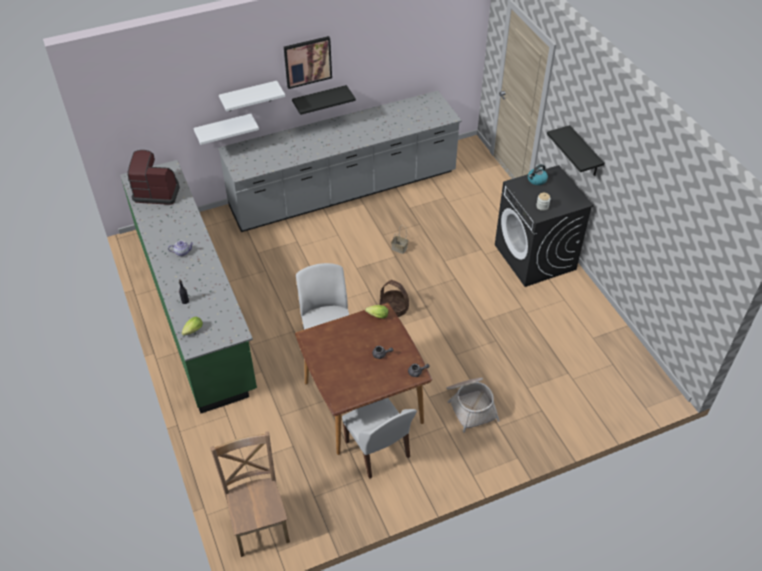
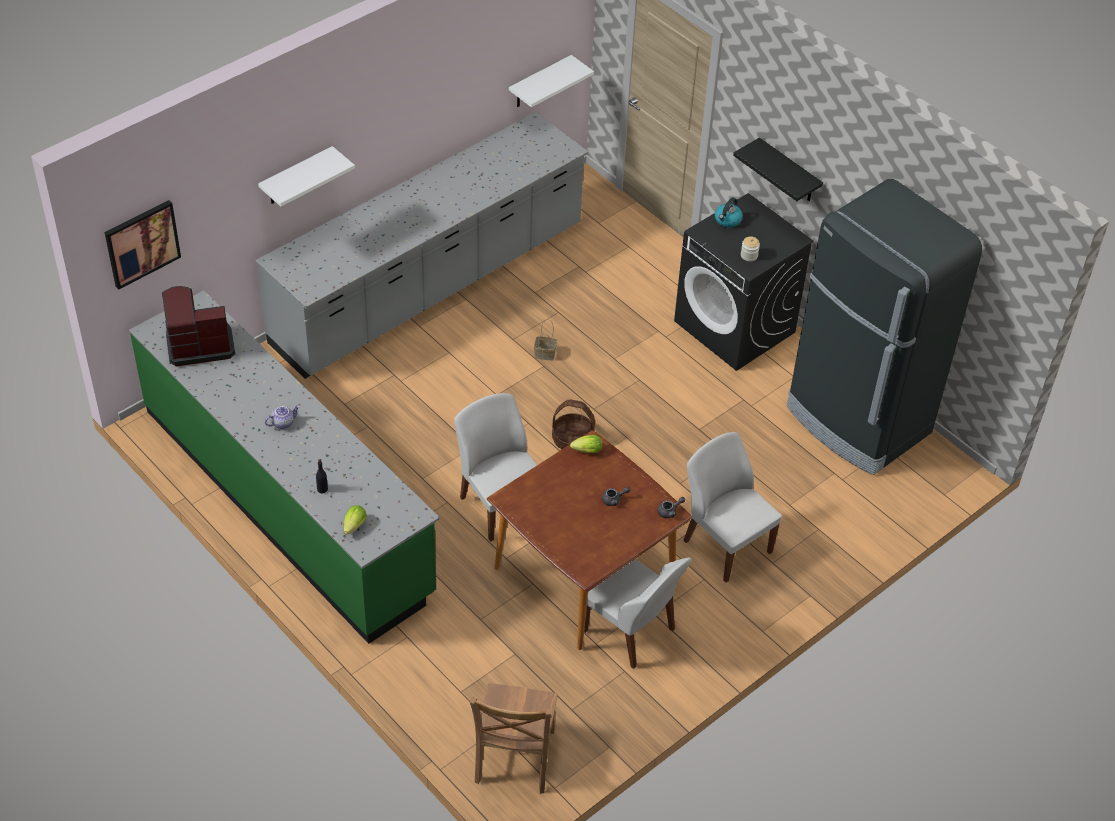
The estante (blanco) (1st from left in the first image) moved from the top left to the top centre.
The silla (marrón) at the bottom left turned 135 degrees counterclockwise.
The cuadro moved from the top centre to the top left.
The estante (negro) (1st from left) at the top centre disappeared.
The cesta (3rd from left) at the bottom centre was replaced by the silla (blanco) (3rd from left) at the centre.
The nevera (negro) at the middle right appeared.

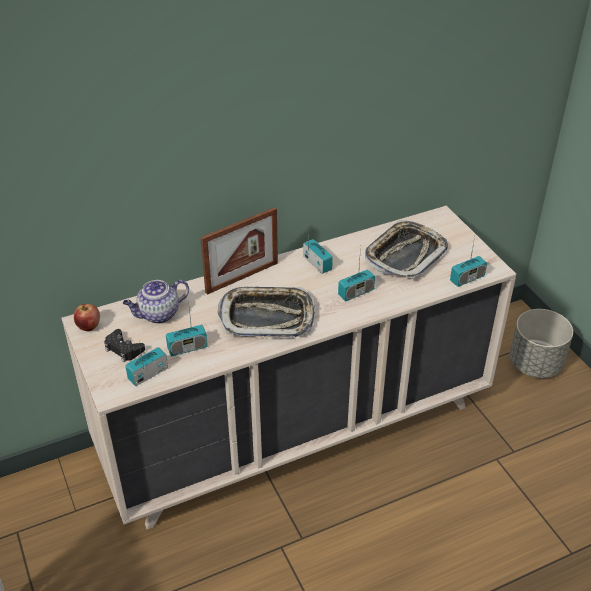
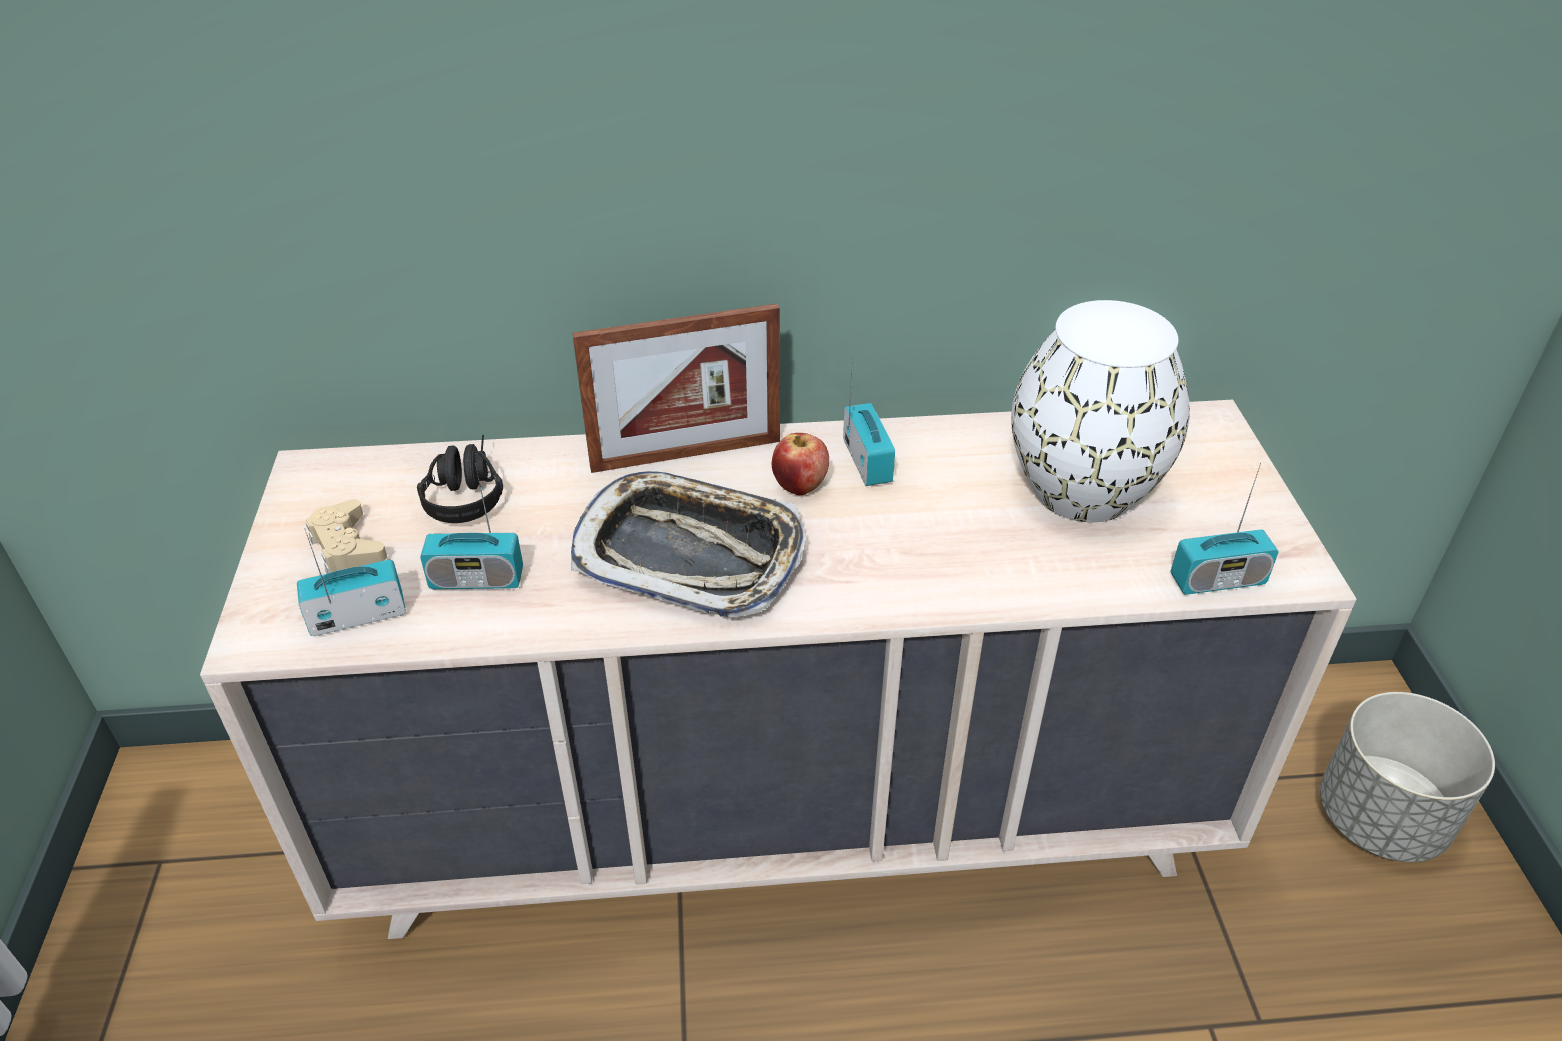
The manzana moved from the middle left to the centre.
The mando de consola (negro) at the middle left became the mando de consola (beis) at the middle left.
The tetera at the middle left was replaced by the auriculares (negro) at the middle left.
The radio (4th from left) at the centre disappeared.
The bandeja (2nd from left) at the middle right was replaced by the florero (blanco) at the middle right.

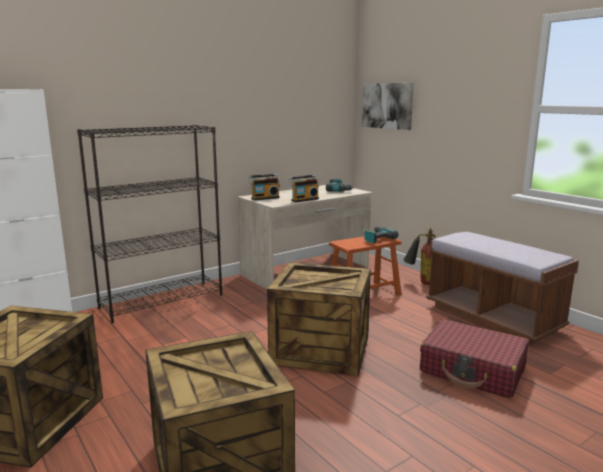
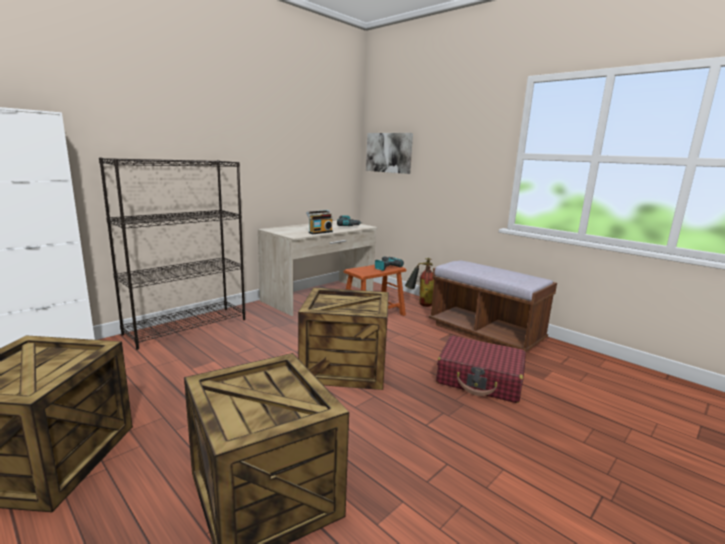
The radio (1st from left) at the centre disappeared.

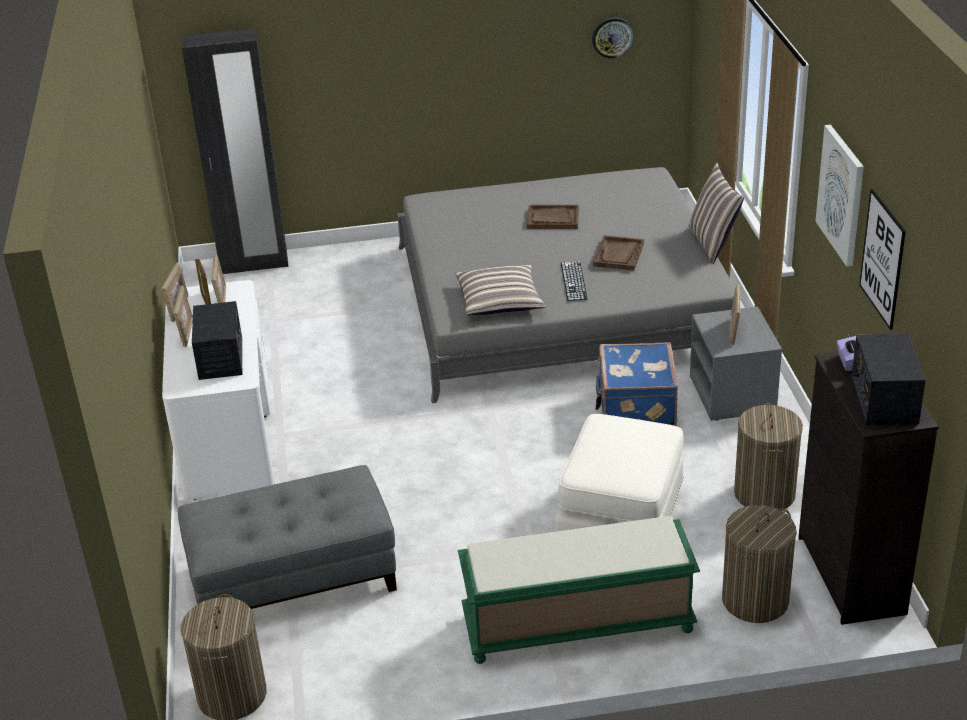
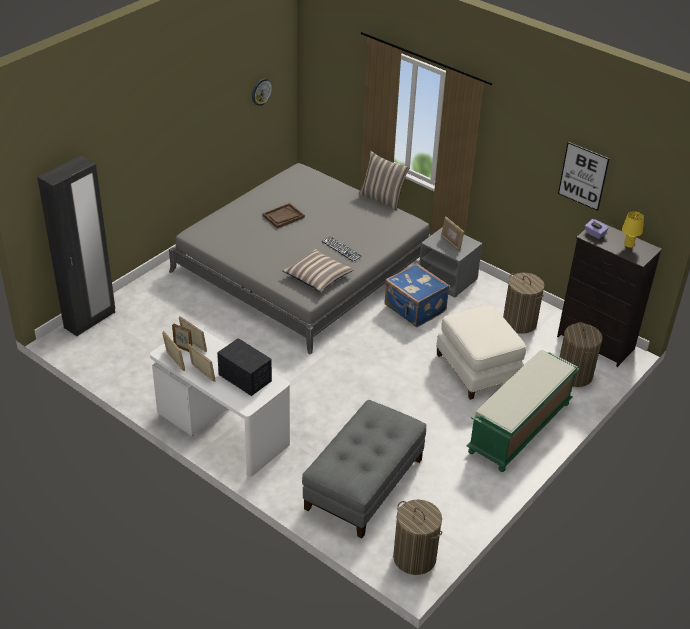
The bandeja (marrón) (2nd from left) at the centre disappeared.
The cuadro (1st from left) at the top right disappeared.
The radio (2nd from left) at the middle right was replaced by the lámpara de mesa (amarillo) at the middle right.

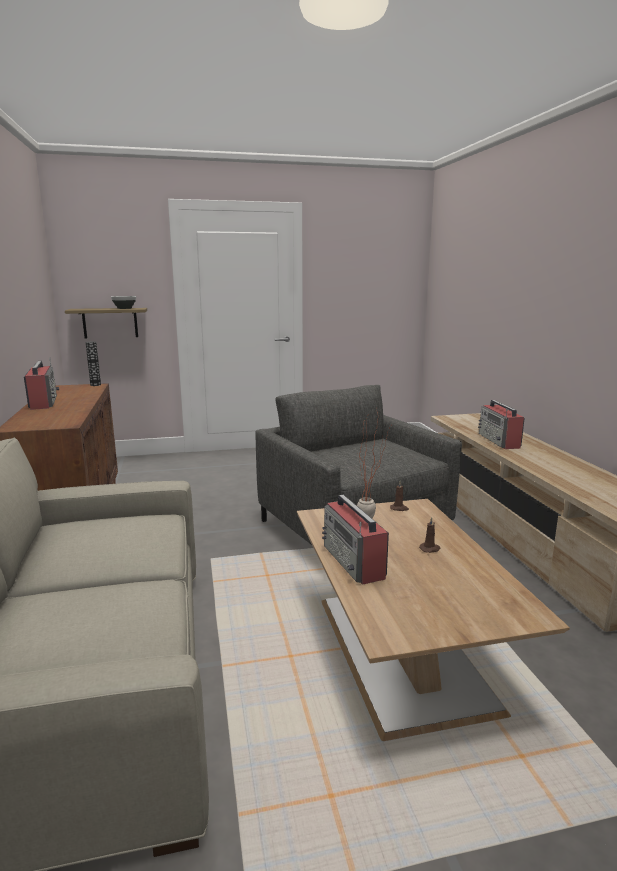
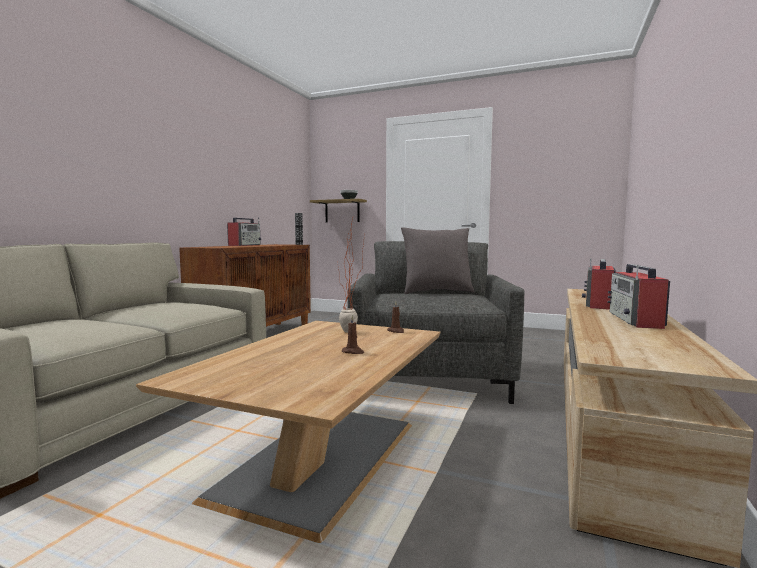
The radio (2nd from left in the first image) moved from the centre to the middle right.
The cojín (gris) at the centre appeared.

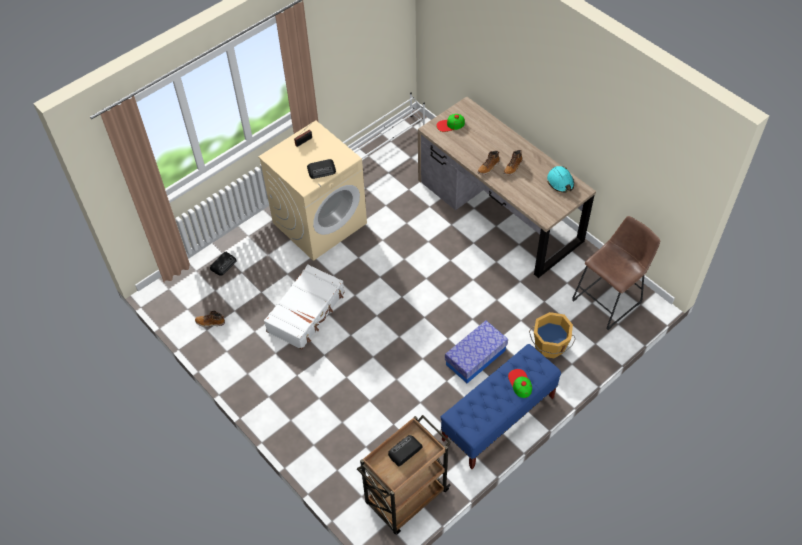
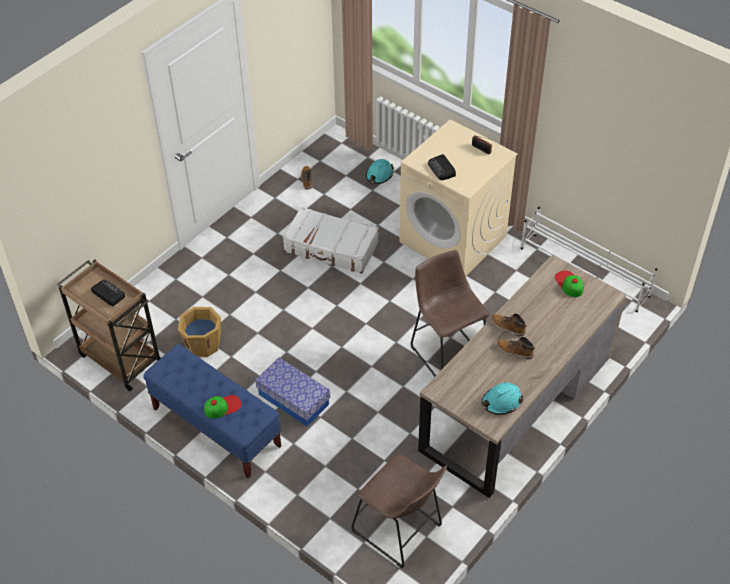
The radio (1st from left) at the middle left was replaced by the casco (turquesa) (1st from left) at the top centre.
The cubo (naranja) moved from the middle right to the middle left.
The taburete (marrón) (2nd from left) at the centre appeared.

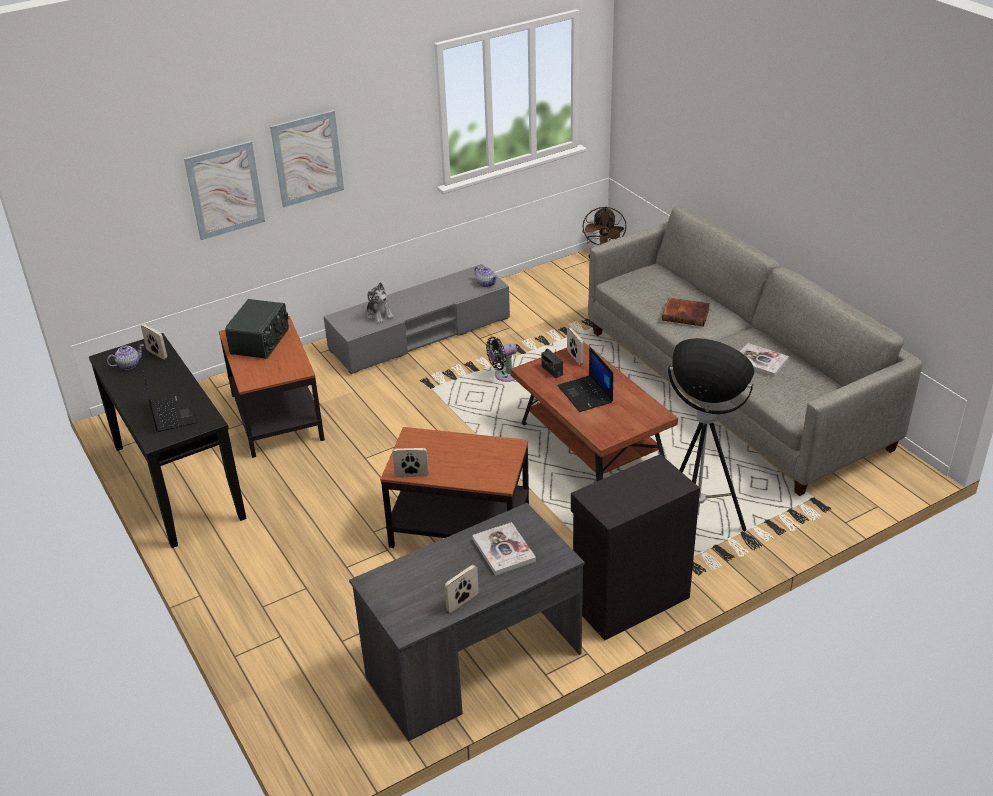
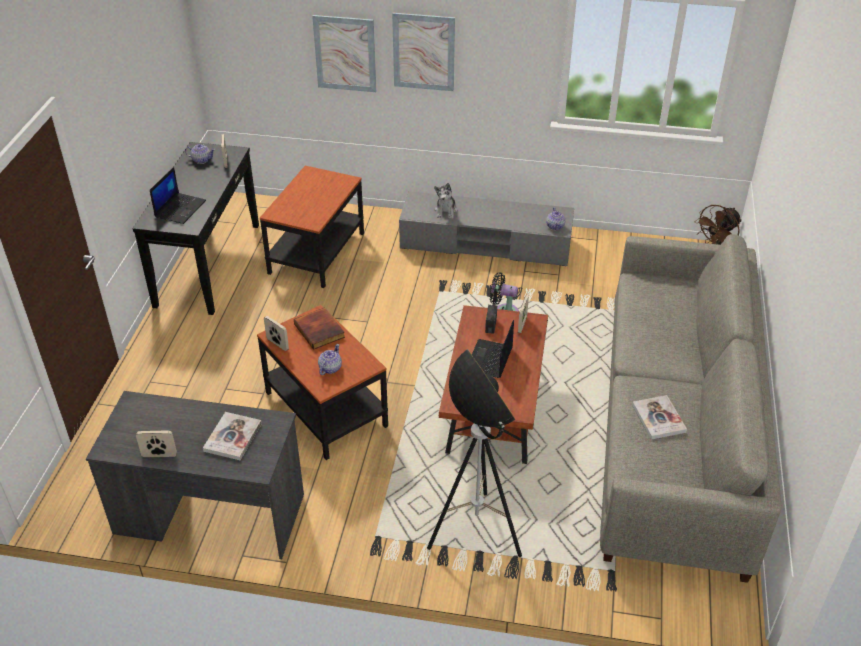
The radio (1st from left) at the middle left disappeared.
The armario (negro) at the bottom centre disappeared.
The libro (2nd from left) moved from the middle right to the centre.
The tetera (2nd from left) at the centre appeared.

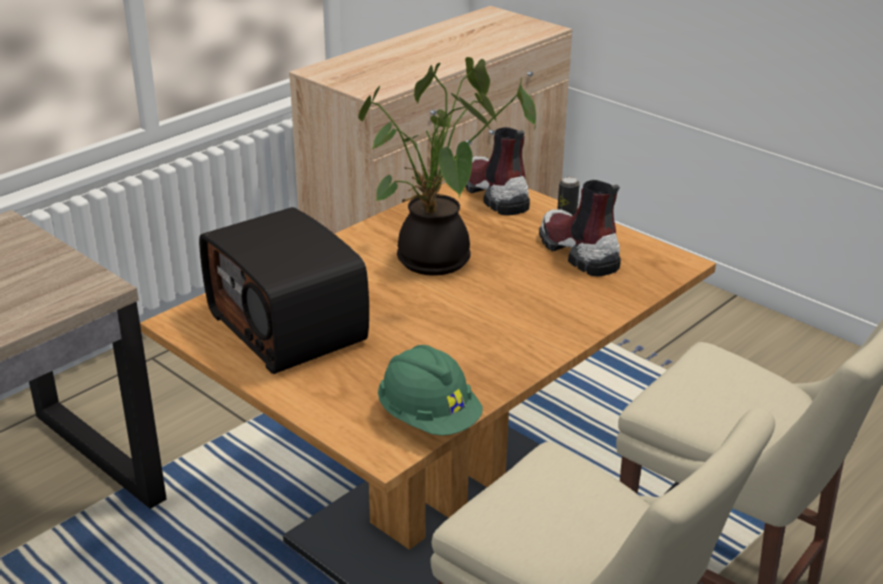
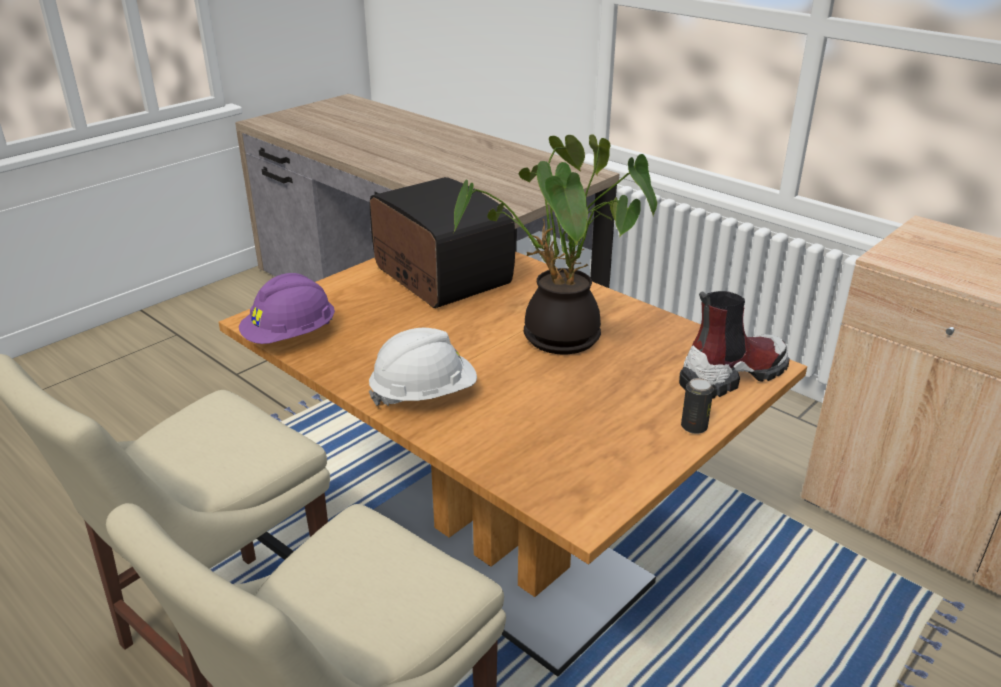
The radio at the middle left turned 90 degrees clockwise.
The casco (verde) at the bottom centre became the casco (morado) at the middle left.
The bota (2nd from left) at the centre disappeared.
The casco (blanco) at the centre appeared.

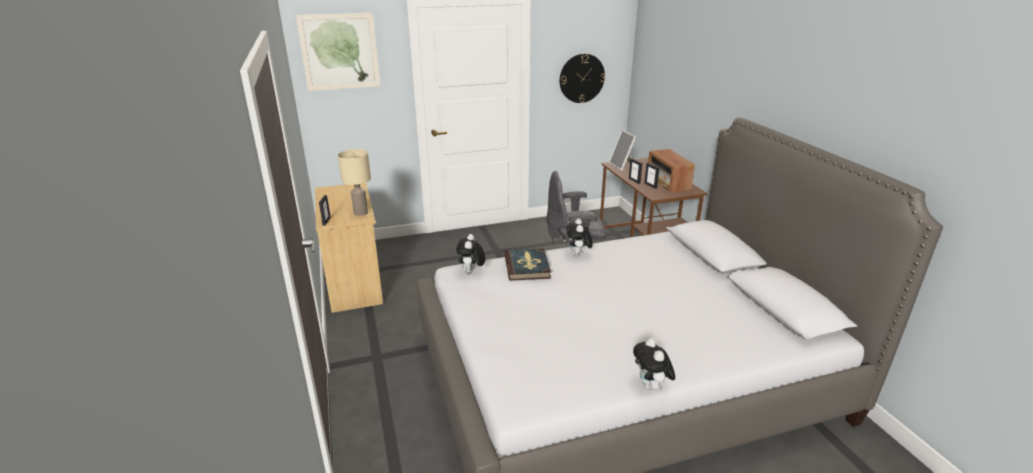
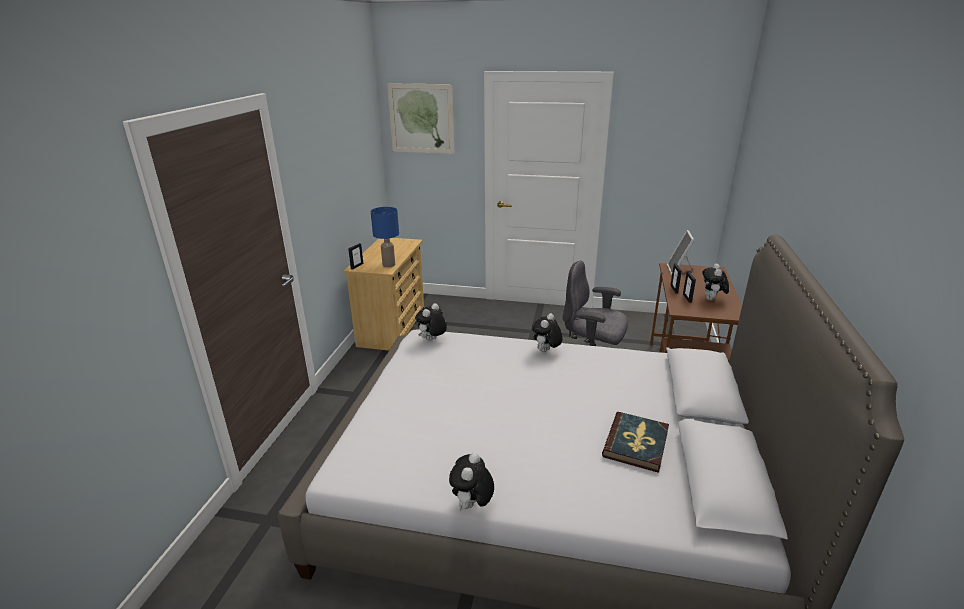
The lámpara de mesa (beis) at the centre became the lámpara de mesa (azul) at the centre.
The libro moved from the centre to the bottom centre.
The reloj de pared at the top centre disappeared.
The radio at the centre was replaced by the peluche (4th from left) at the middle right.

